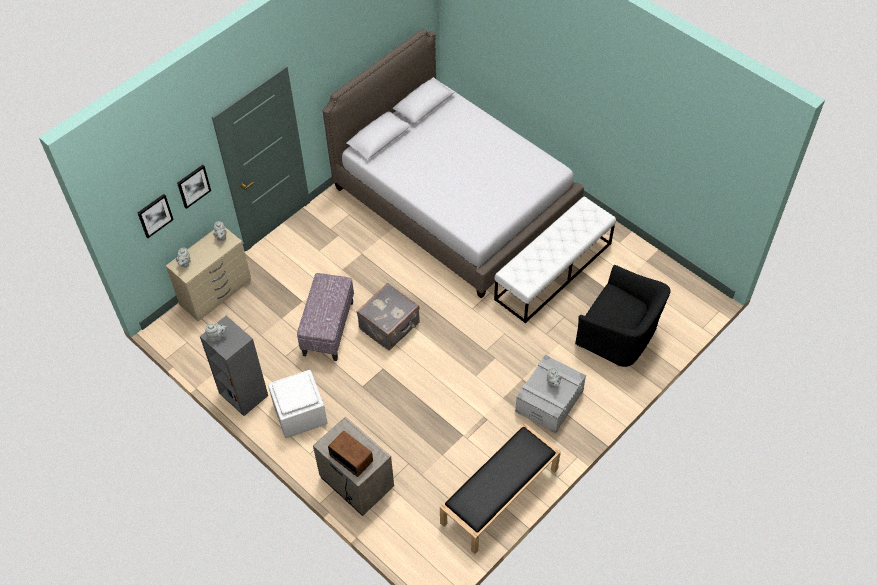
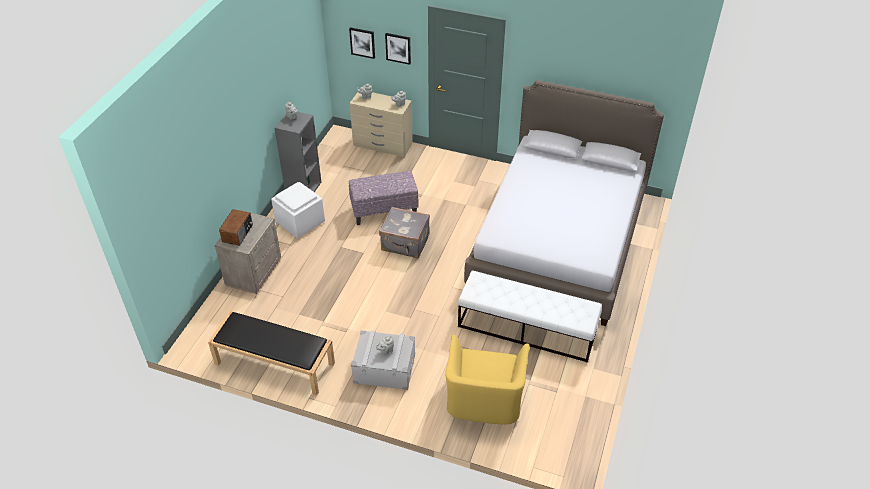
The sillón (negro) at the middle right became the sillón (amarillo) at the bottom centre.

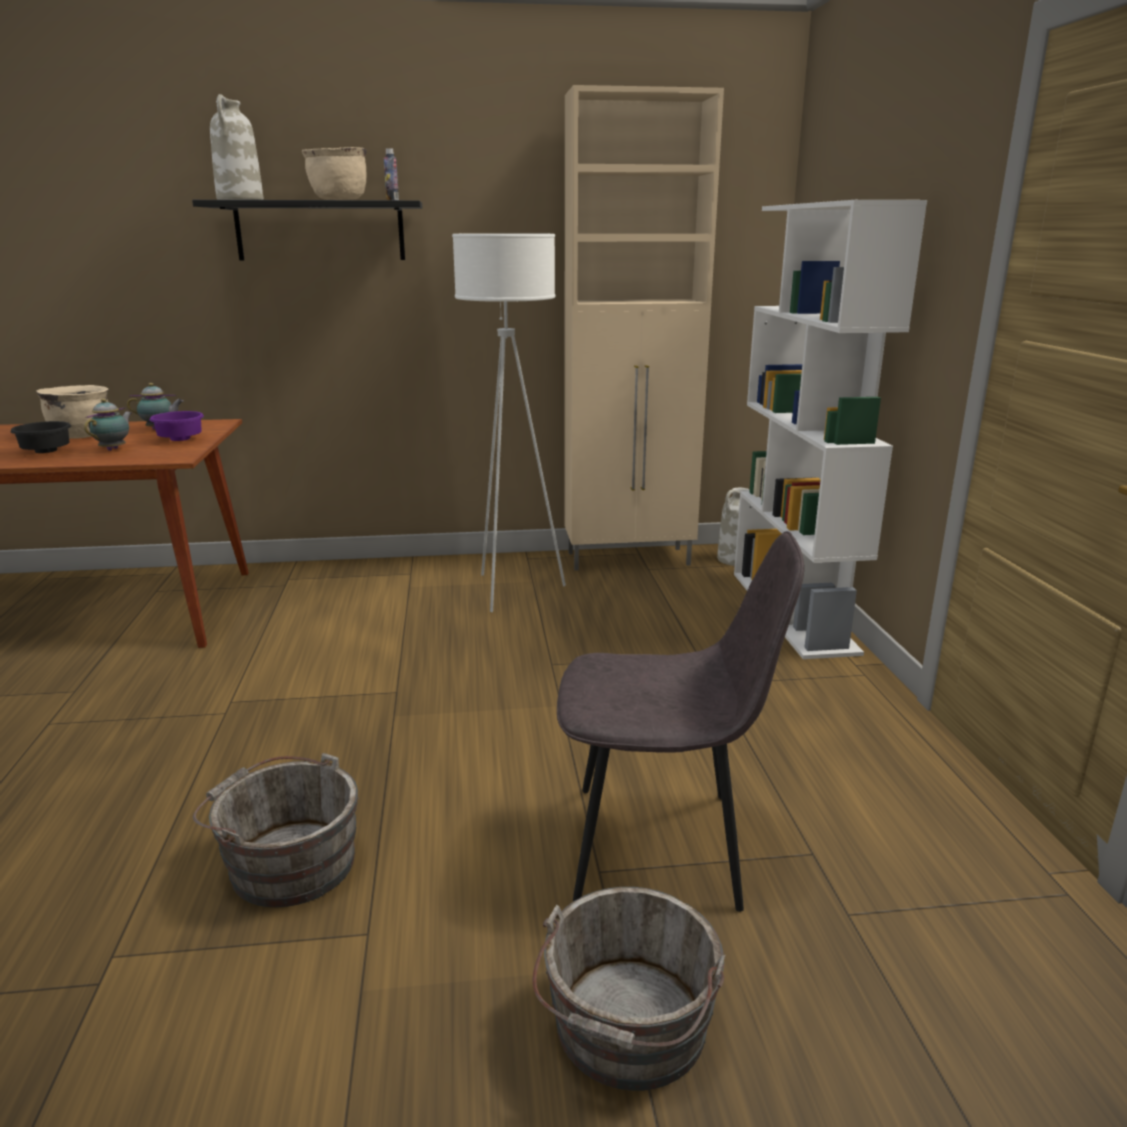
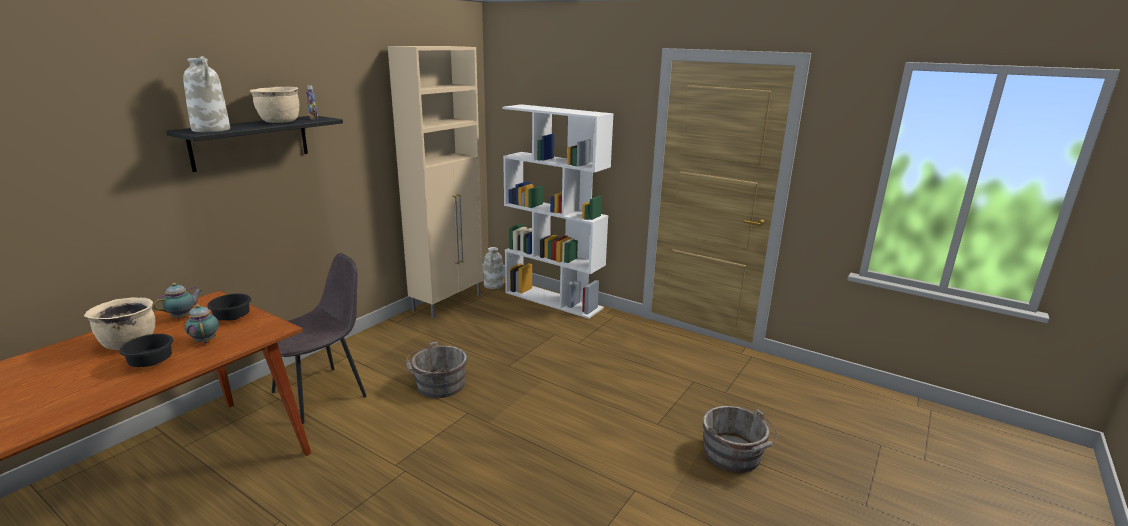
The cuenco (morado) at the middle left became the cuenco (negro) (2nd from left) at the middle left.
The cubo (gris) (1st from left) moved from the bottom left to the bottom centre.
The lámpara de pie (blanco) at the centre disappeared.
The silla (gris) moved from the centre to the middle left.

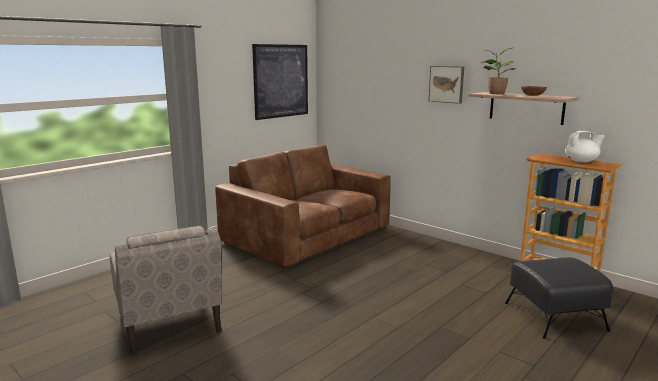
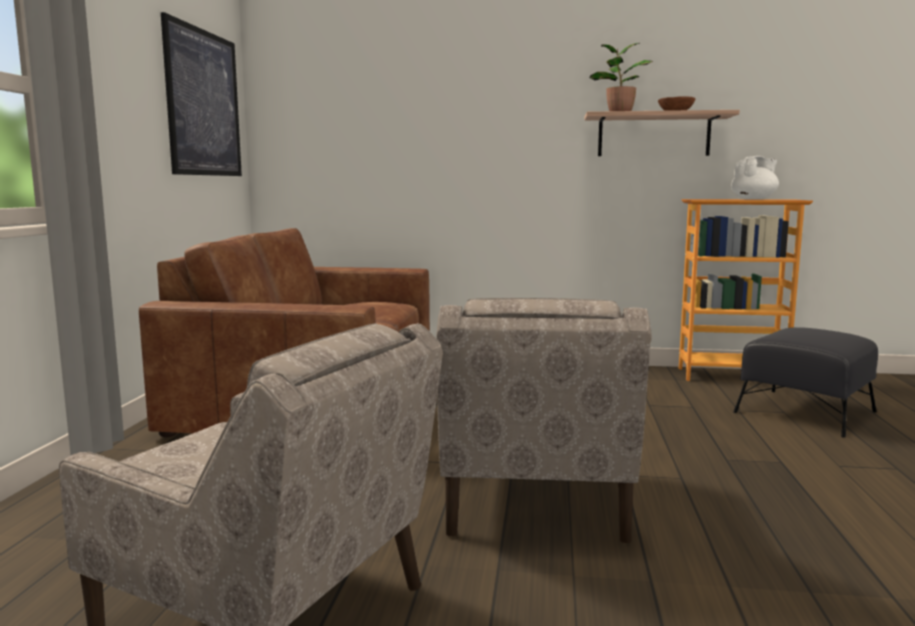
The cuadro (2nd from left) at the top right disappeared.
The sillón (beis) (2nd from left) at the bottom centre appeared.

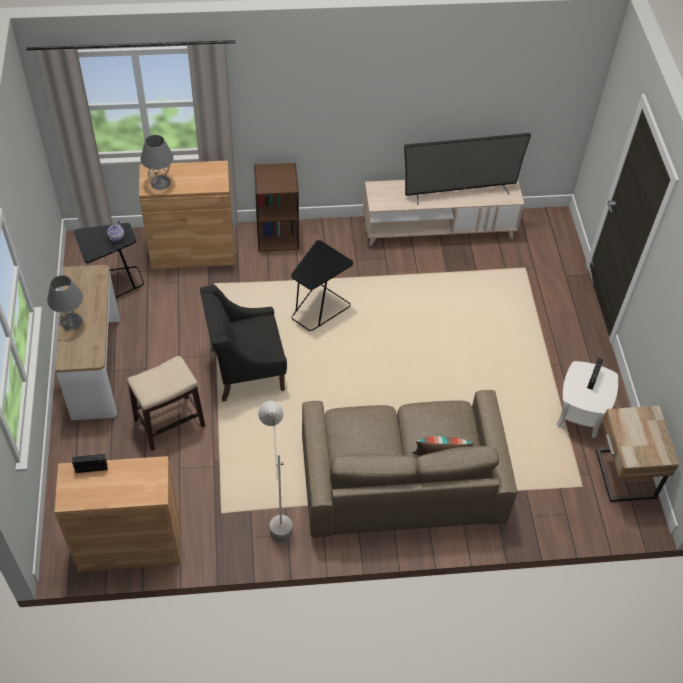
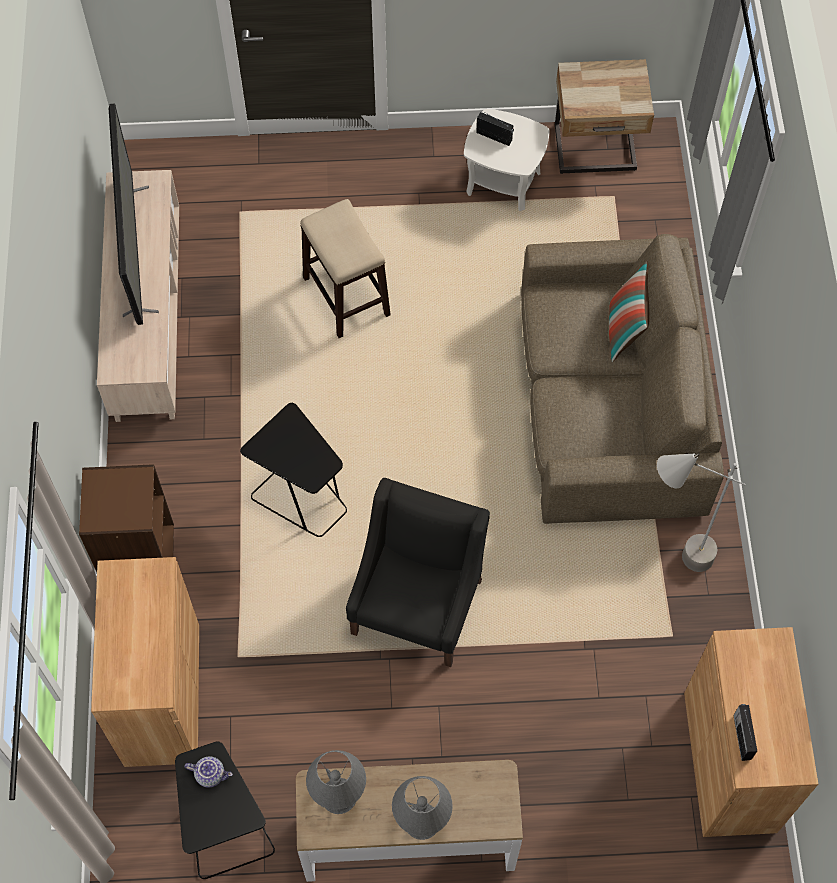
The taburete moved from the middle left to the top centre.
The lámpara de mesa (gris) (2nd from left in the first image) moved from the top left to the bottom centre.
The sillón (negro) at the centre turned 150 degrees counterclockwise.

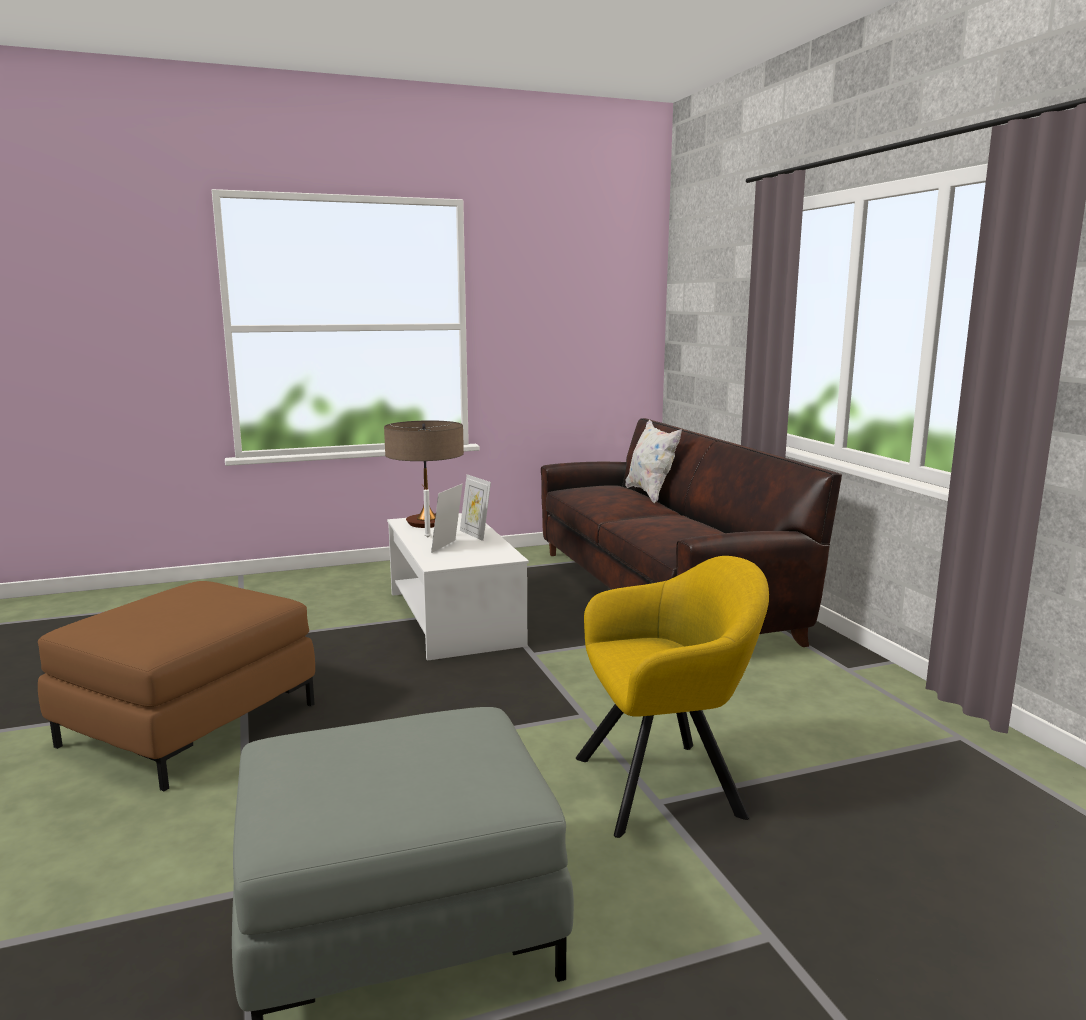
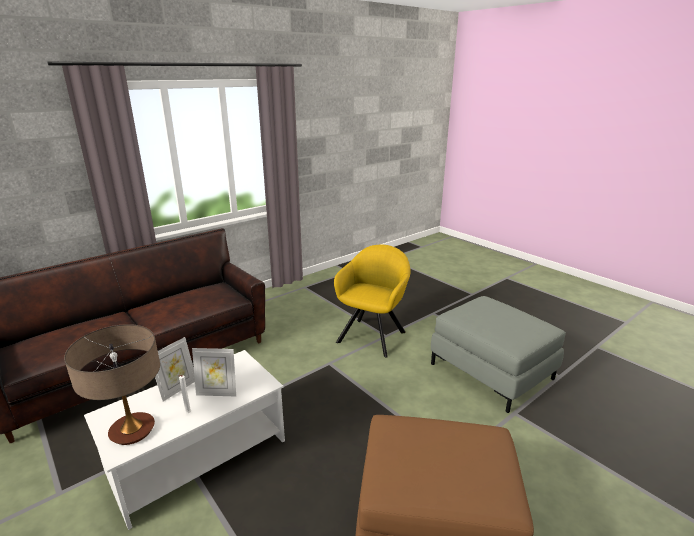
The sillón (amarillo) at the bottom centre turned 60 degrees clockwise.
The cojín (blanco) at the centre disappeared.

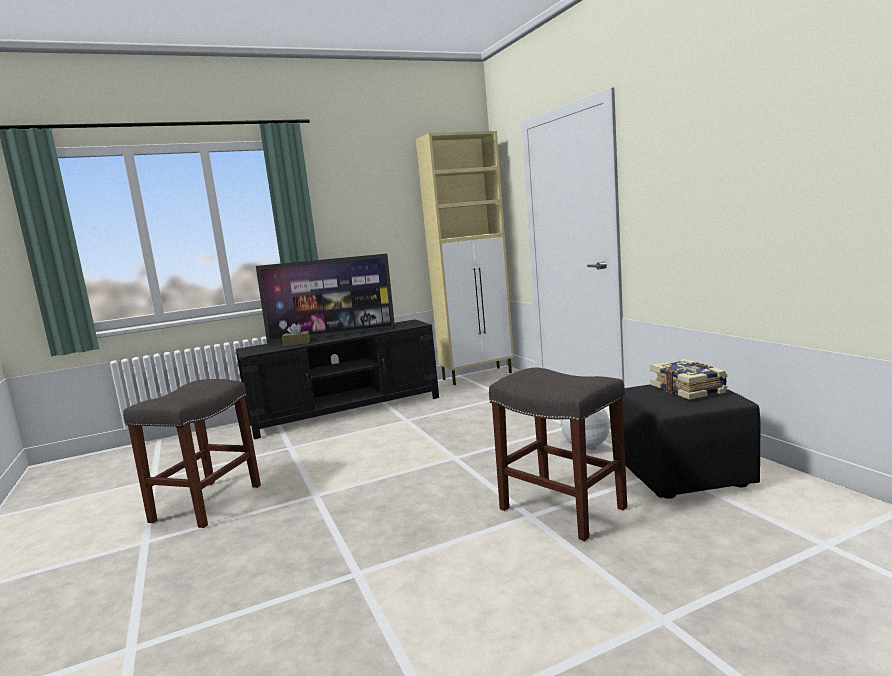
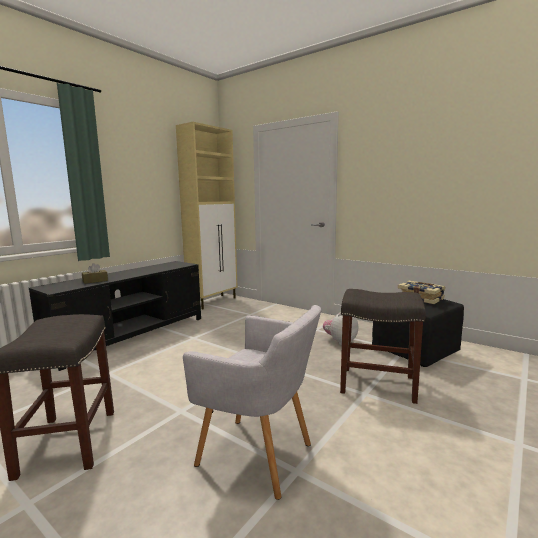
The televisor at the centre disappeared.
The sillón (gris) at the bottom centre appeared.

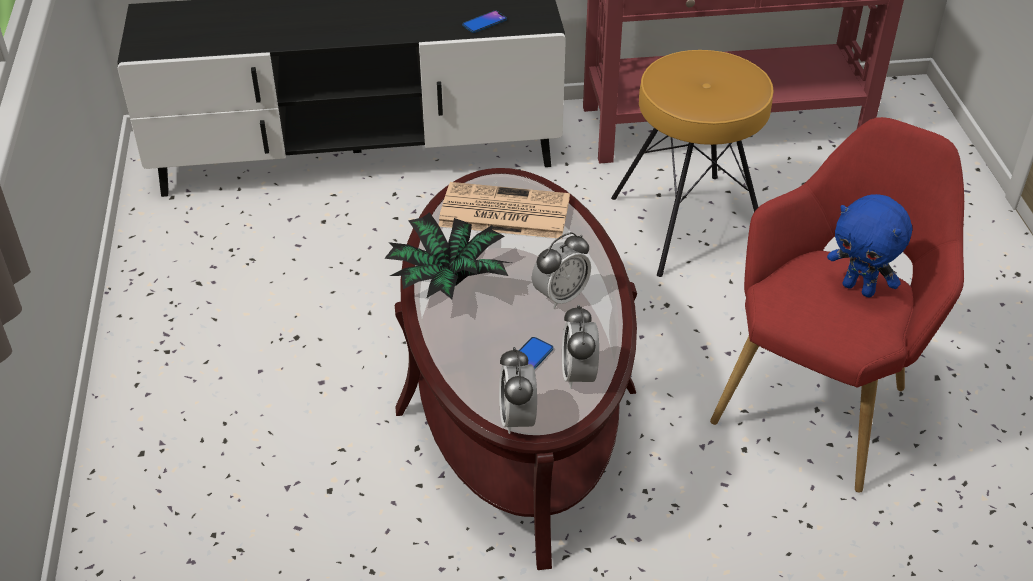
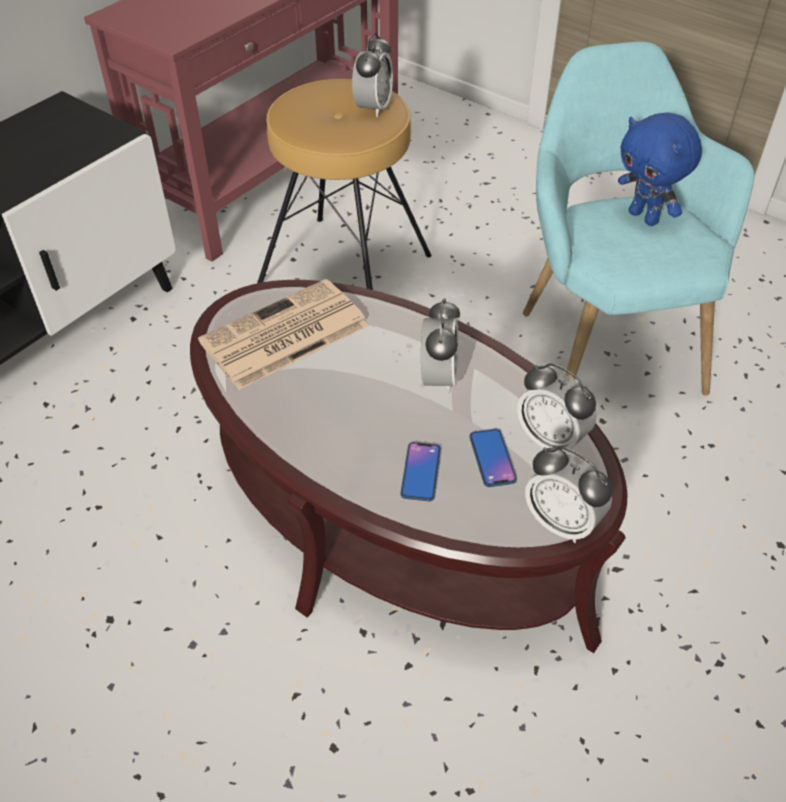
The planta en maceta at the centre disappeared.
The móvil (1st from left) moved from the top centre to the centre.
The sillón (rojo) at the middle right became the sillón (turquesa) at the top right.
The peluche (azul) at the middle right turned 60 degrees clockwise.
The despertador (1st from left) at the top centre appeared.

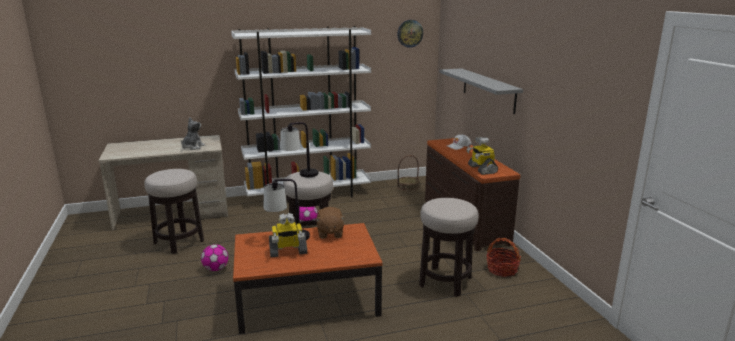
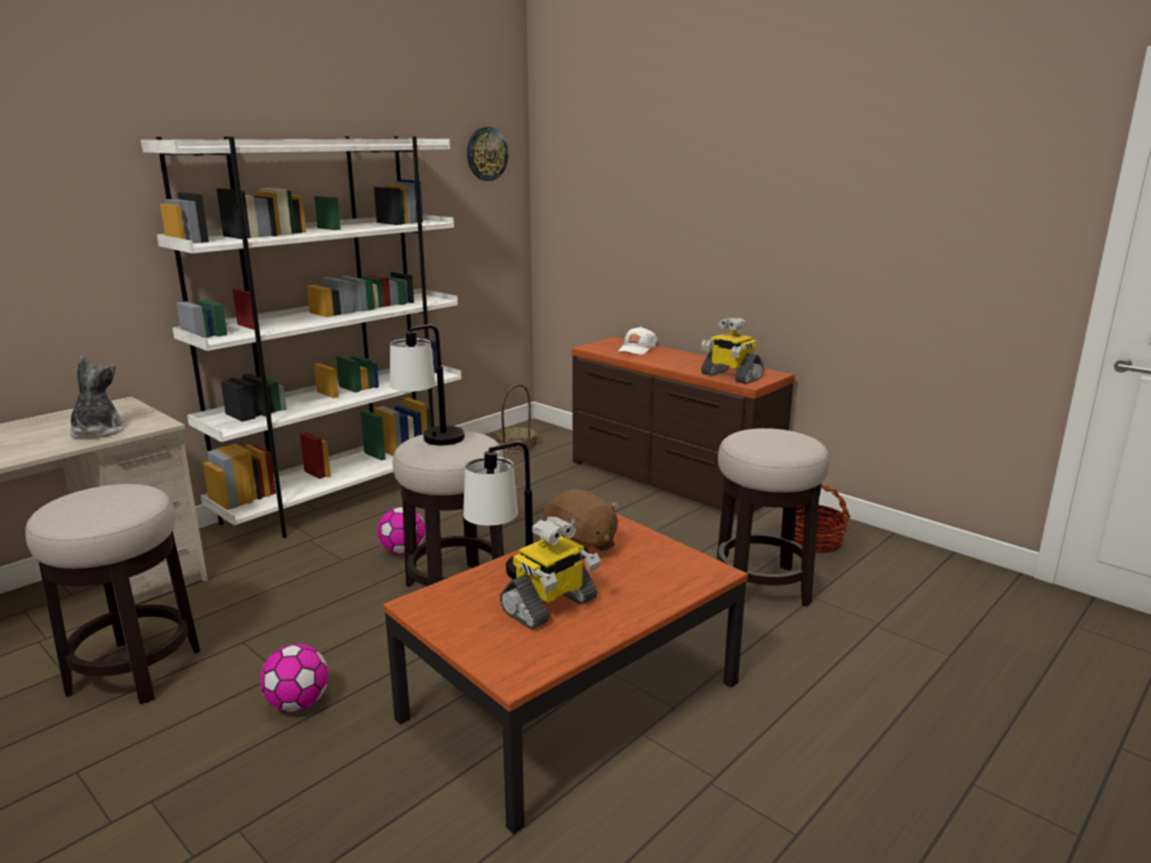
The estante (gris) at the top centre disappeared.

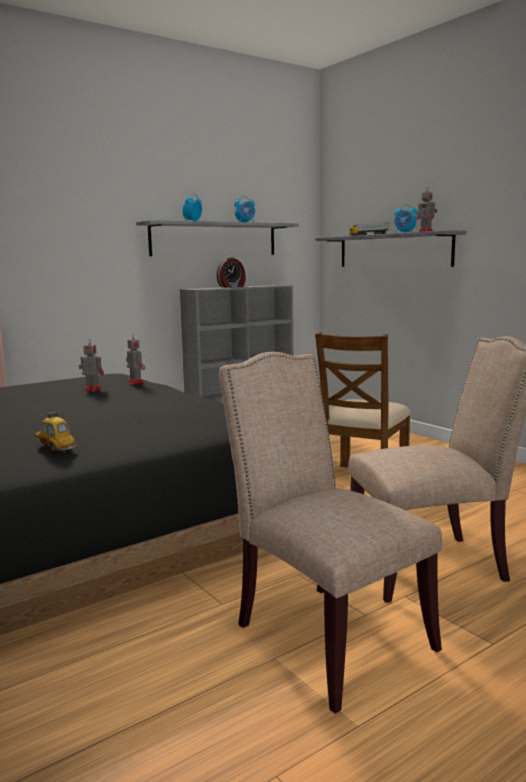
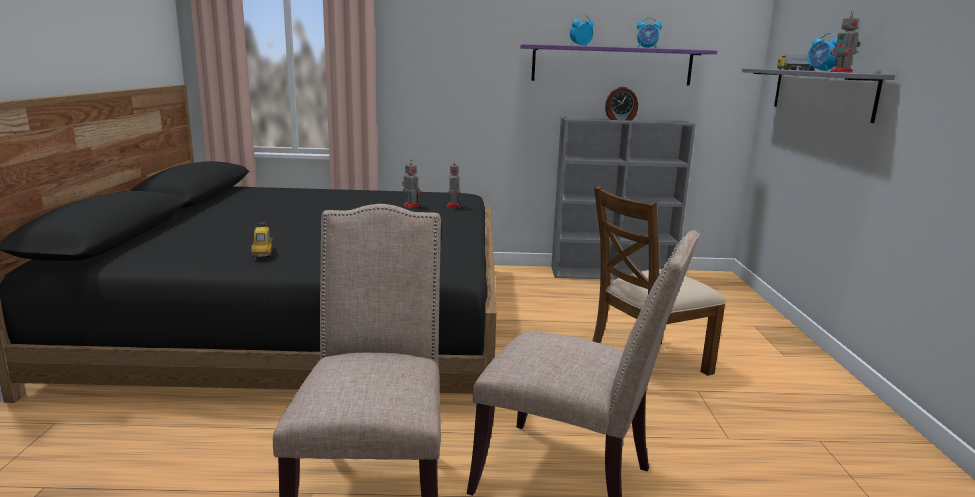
The estante (gris) (1st from left) at the top centre became the estante (morado) at the top centre.

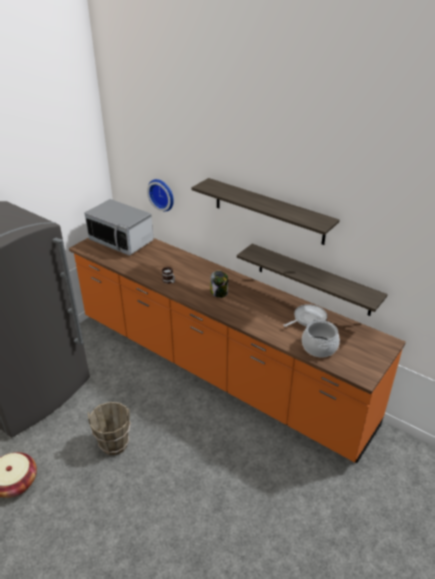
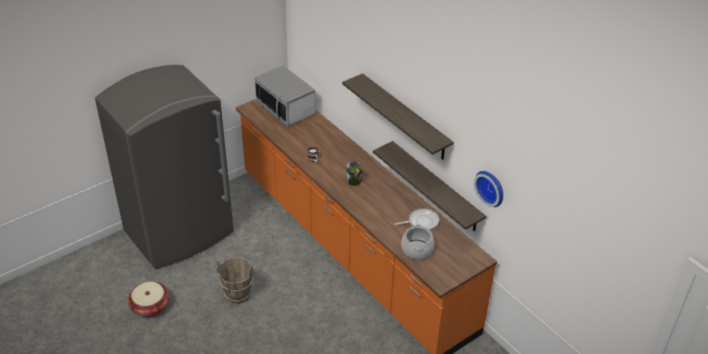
The reloj de pared moved from the centre to the middle right.

